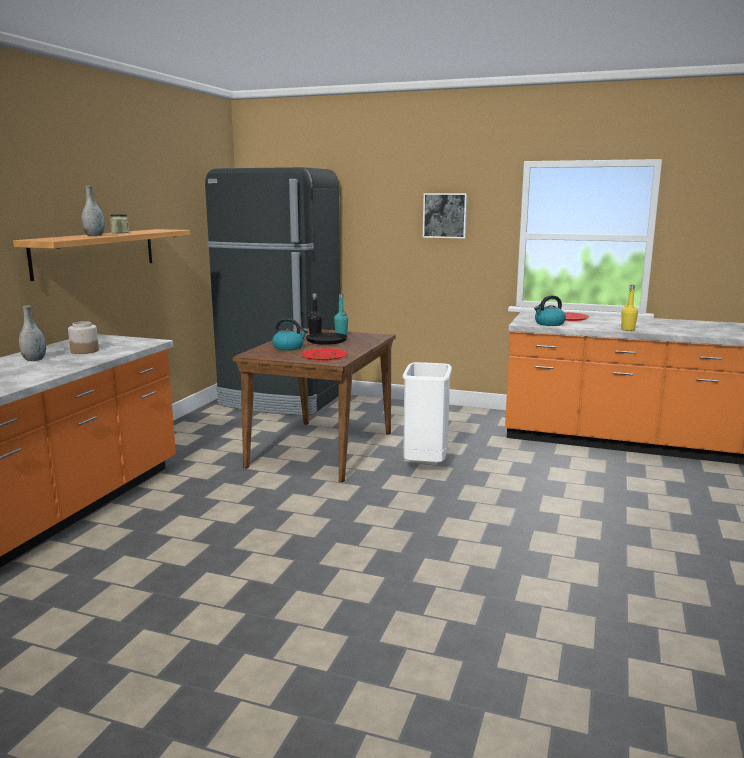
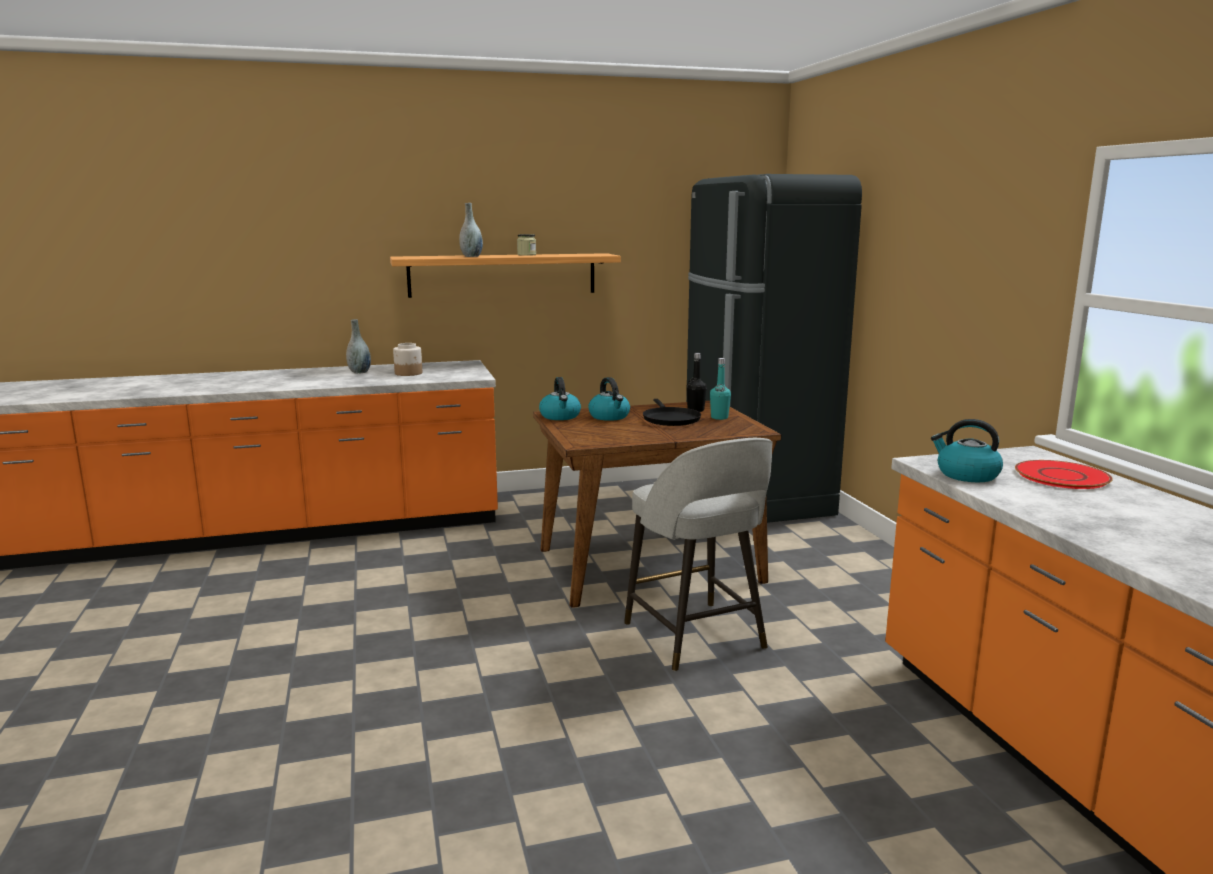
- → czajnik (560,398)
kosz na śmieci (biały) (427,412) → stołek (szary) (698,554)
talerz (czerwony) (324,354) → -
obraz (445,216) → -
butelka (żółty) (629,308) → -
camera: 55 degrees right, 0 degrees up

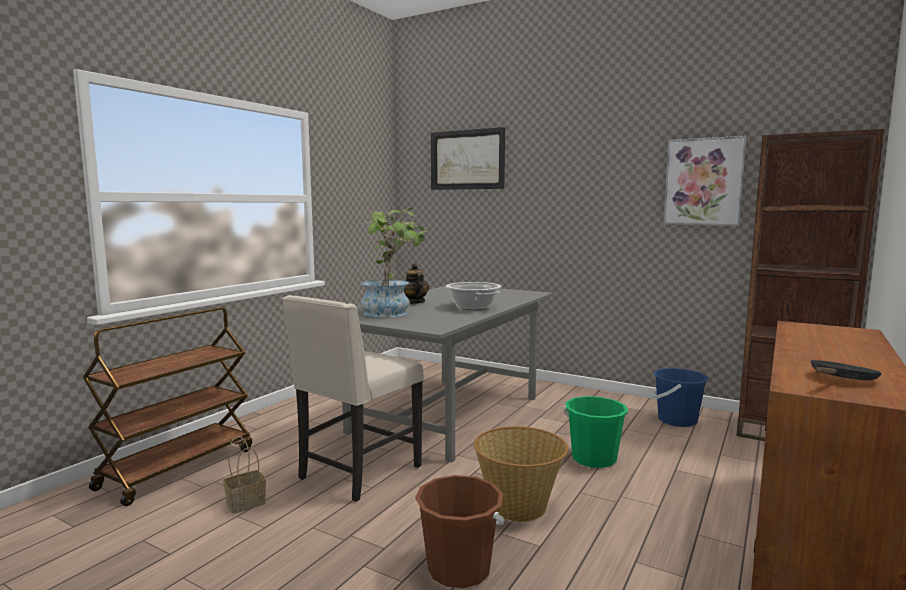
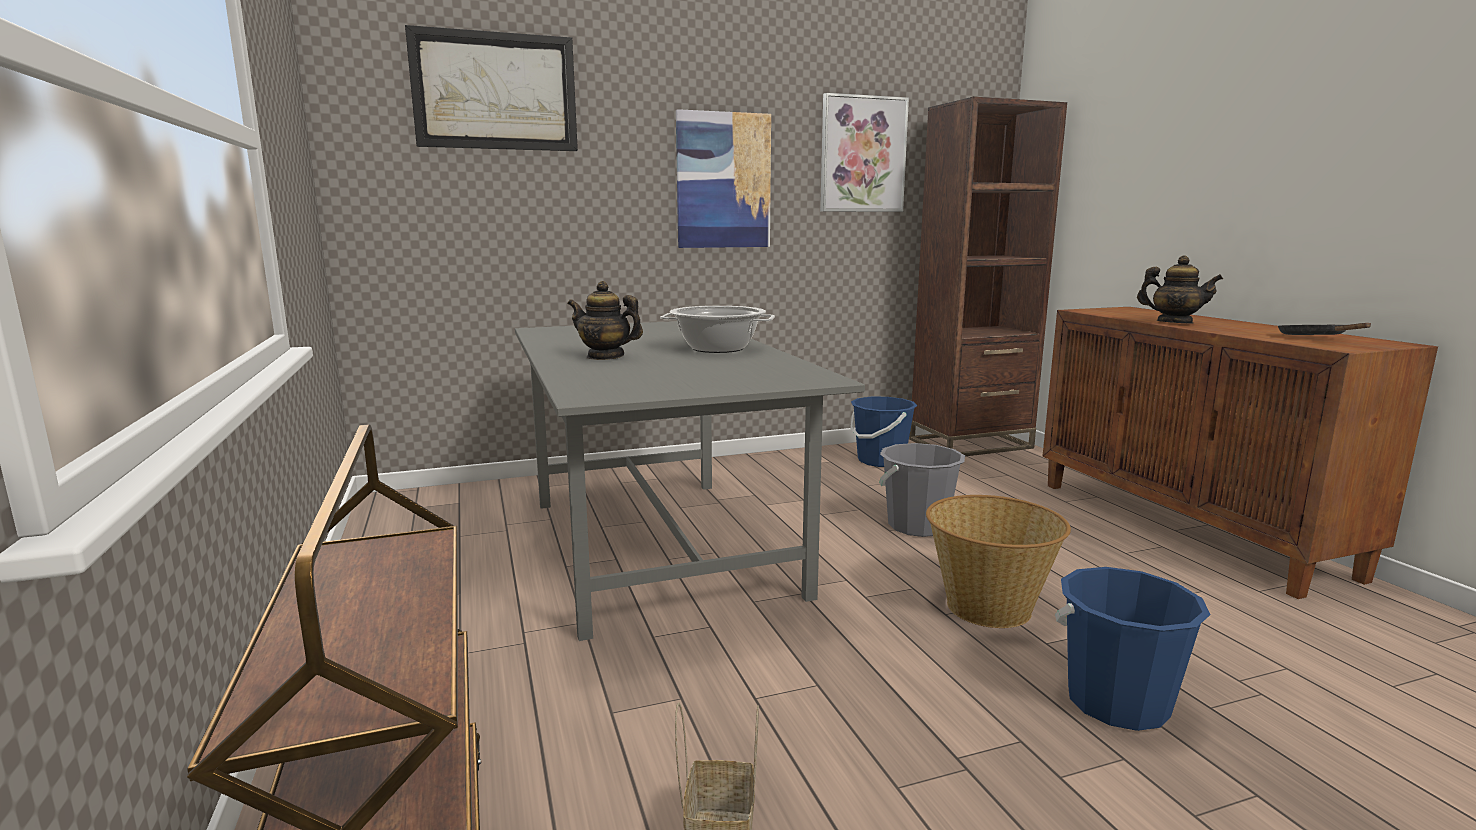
- → obraz (723,178)
wiadro (zielony) (596,432) → wiadro (szary) (922,490)
wiadro (brązowy) (460,531) → wiadro (niebieski) (1132,649)
- → imbryk (1180,289)
krzesło (beżowy) (353,398) → -
roślina doniczkowa (395,262) → -
camera: 50 degrees left, 5 degrees up

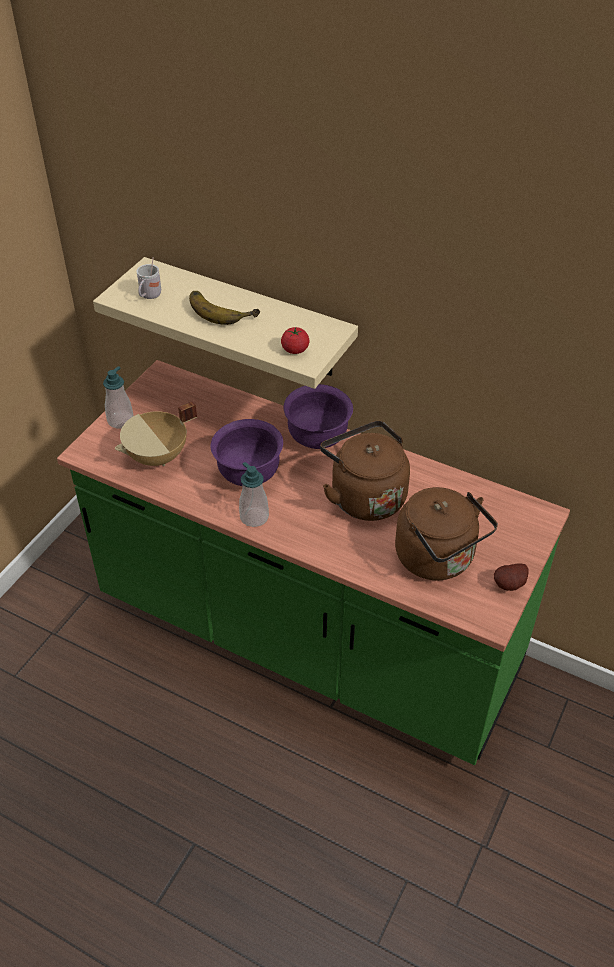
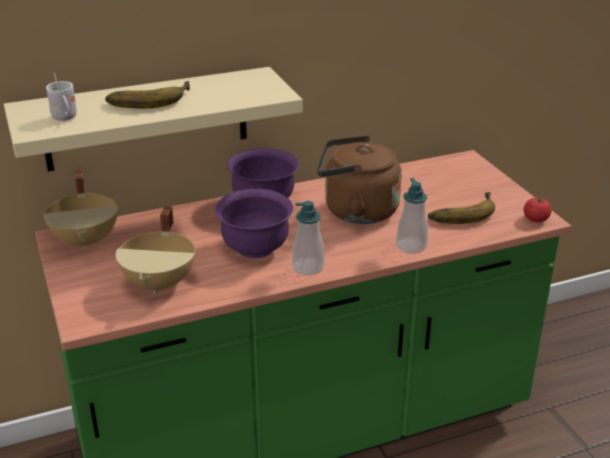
- → garnek (beżowy) (80,210)
dozownik mydła (118,397) → dozownik mydła (412,216), moved
czajnik (brązowy) (446,533) → banan (461,208)
pomidor (295,340) → pomidor (538,210), moved
ziemniak (511,577) → -
camera: 50 degrees left, 15 degrees down

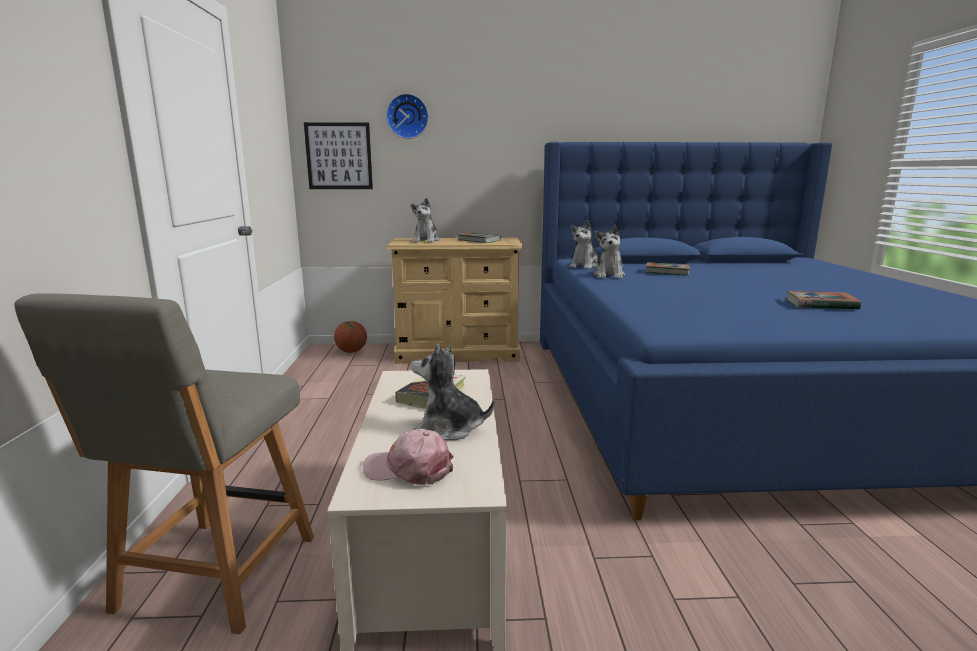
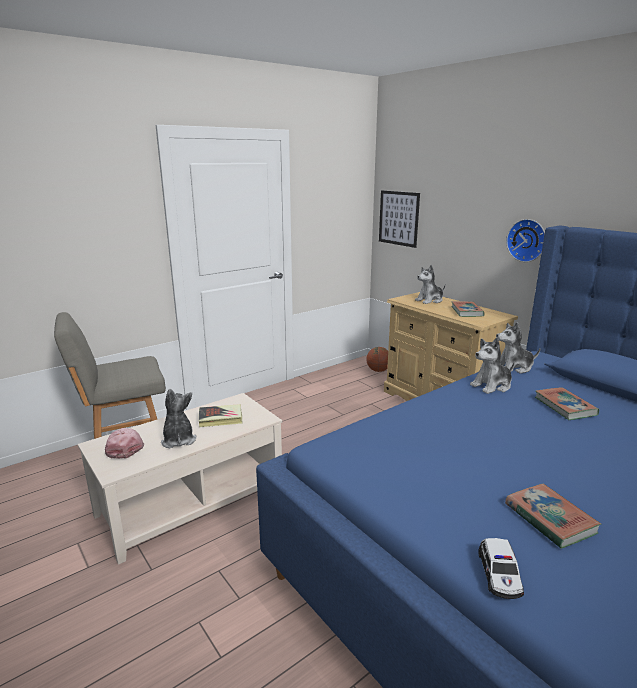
- → samochodzik (501,568)
zegar ścienny (407,116) → zegar ścienny (525,240), moved
camera: 55 degrees right, 5 degrees up

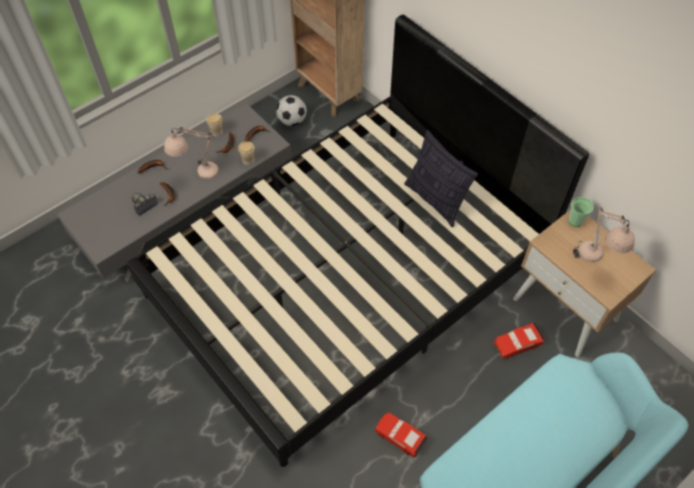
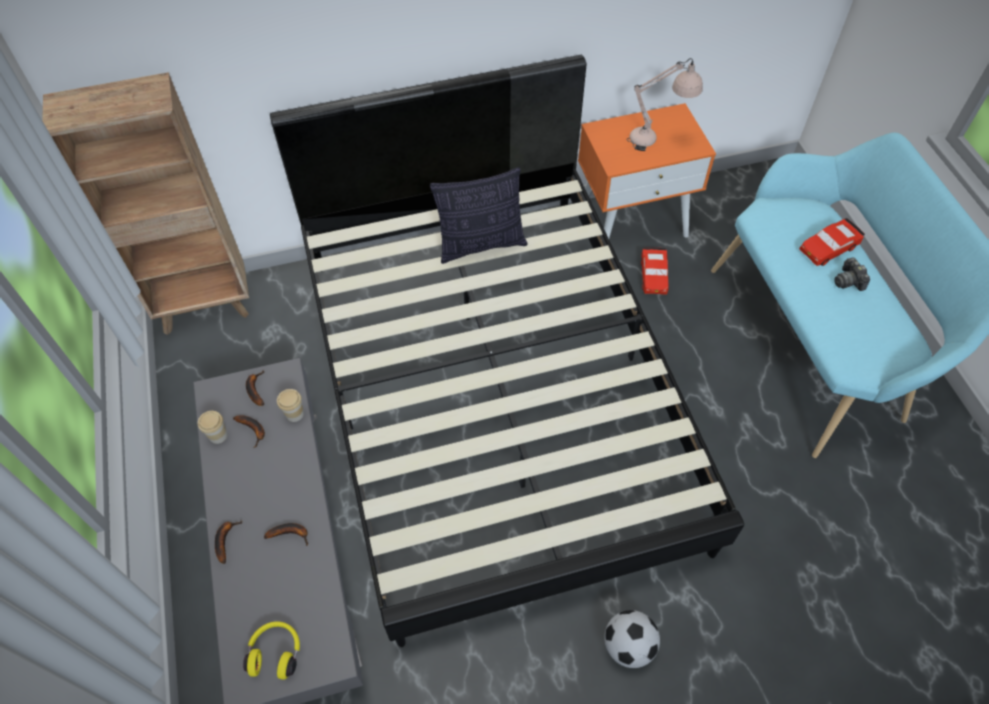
- → słuchawki (żółty) (271,651)
szafka nocna (beżowy) (584,283) → szafka nocna (pomarańczowy) (647,171)
piłka futbolowa (291,110) → piłka futbolowa (632,639), moved
samochodzik (czerwony) (401,435) → samochodzik (czerwony) (832,242), moved
aparat fotograficzny (145,204) → aparat fotograficzny (852,274), moved
lampa stołowa (beżowy) (191,153) → -
filiżanka (581,212) → -
camera: 65 degrees left, 0 degrees up

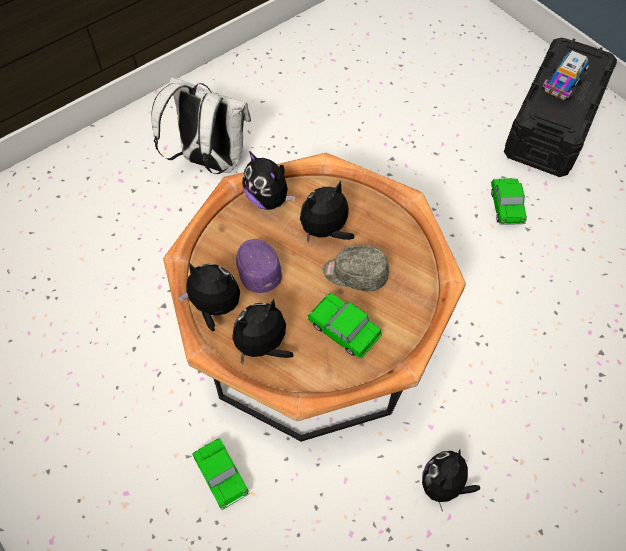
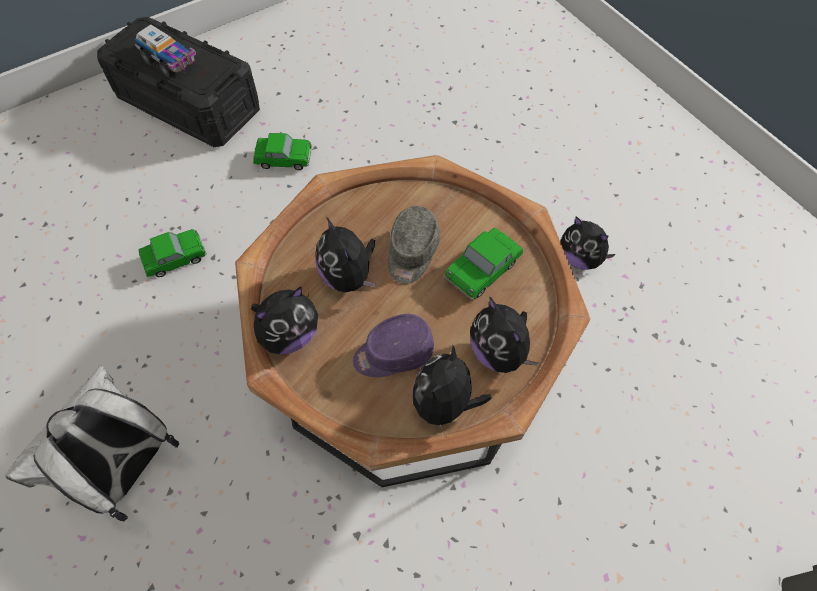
samochodzik (220,474) → samochodzik (173,253), moved
camera: 85 degrees left, 0 degrees up

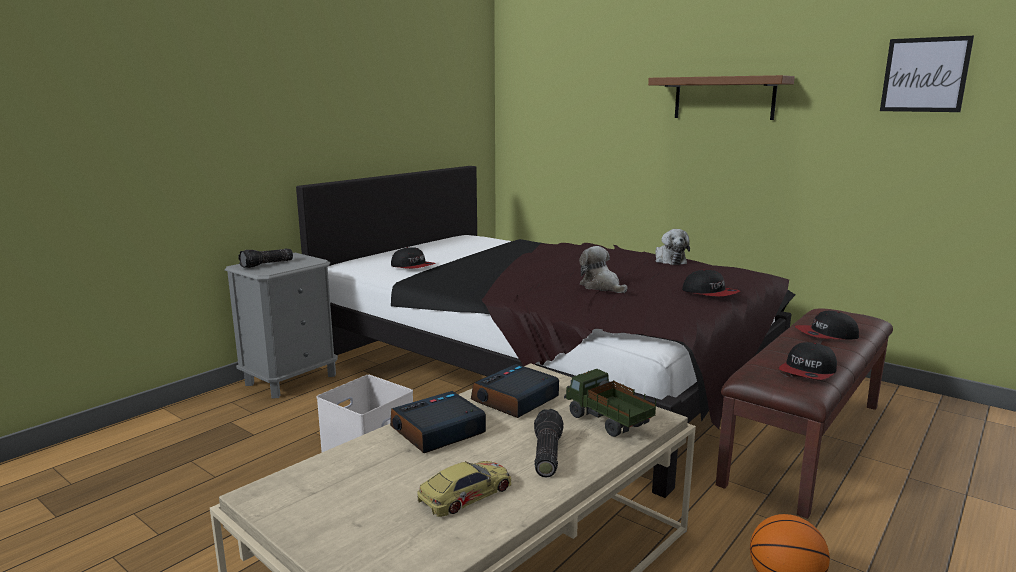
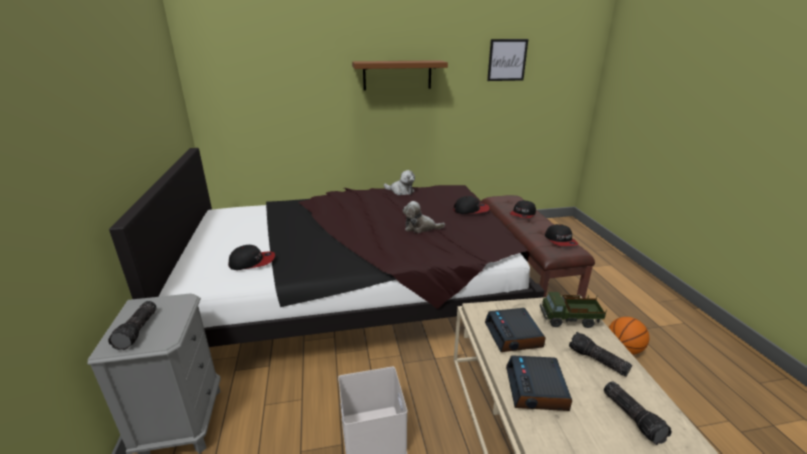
samochodzik (464,489) → latarka (638,413)
camera: 50 degrees left, 10 degrees up

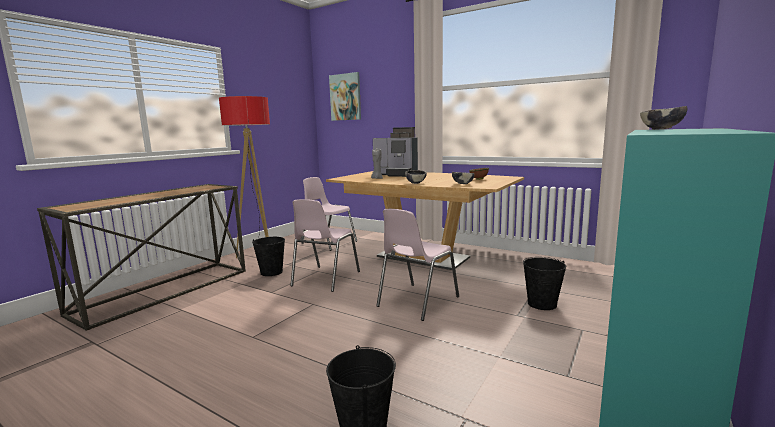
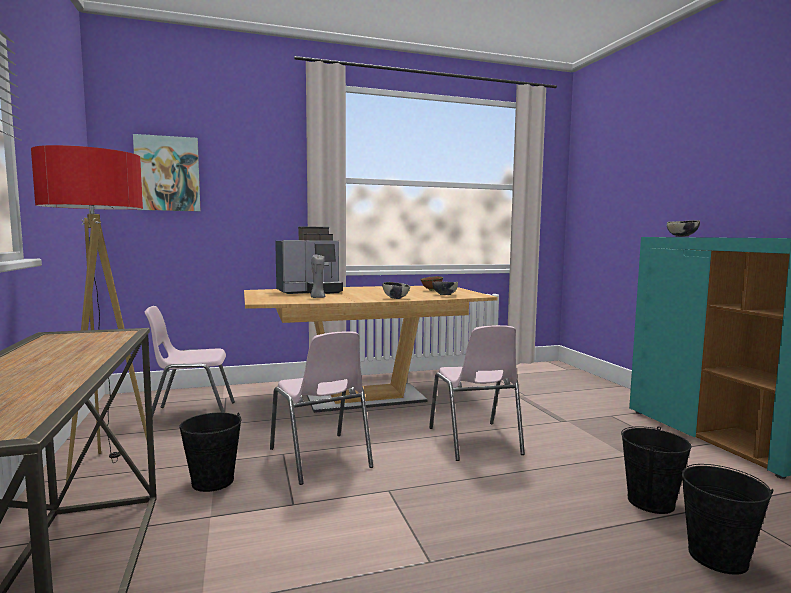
wiadro (czarny) (544,283) → wiadro (czarny) (656,470), moved
camera: 50 degrees left, 5 degrees down

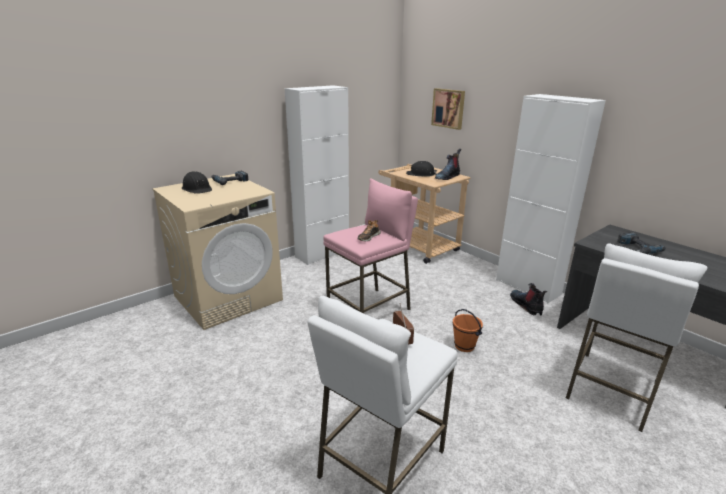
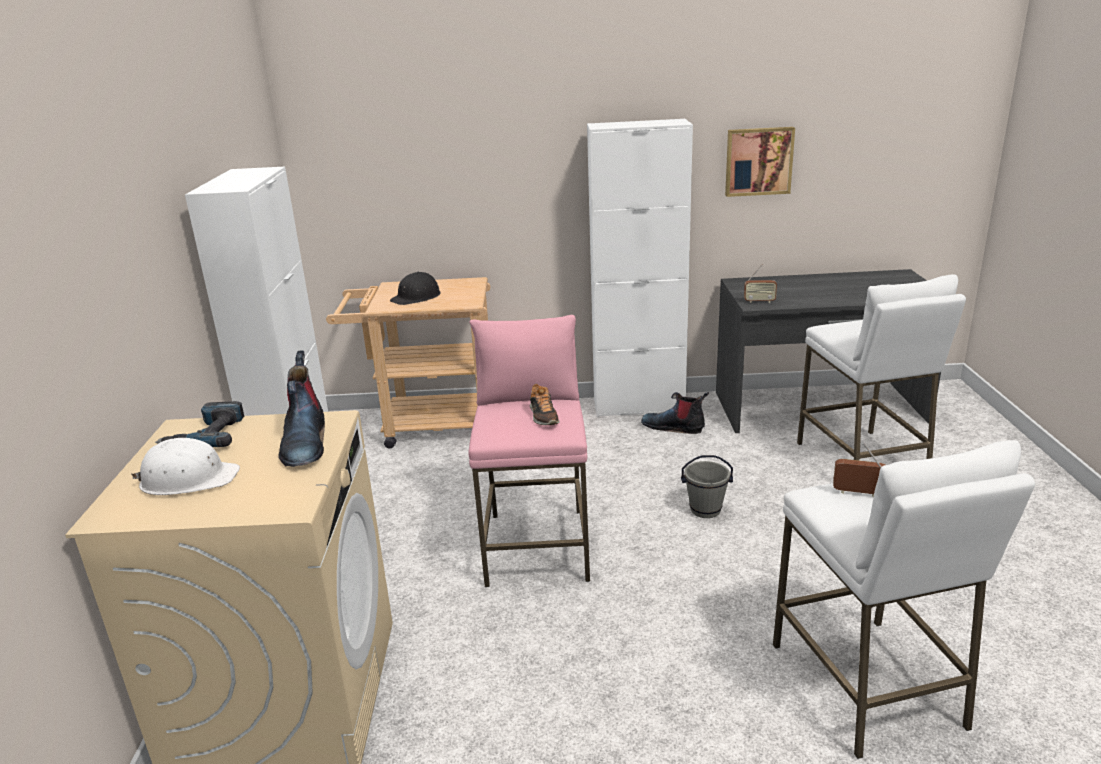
kask (czarny) (197,182) → kask (biały) (186,466)
but z cholewką (448,164) → but z cholewką (301,408), moved
wiadro (pomarańczowy) (468,330) → wiadro (szary) (707,486)
obraz (448,109) → obraz (760,162), moved
- → radio (760,284)
wiertarka (641,243) → -
camera: 50 degrees left, 0 degrees up

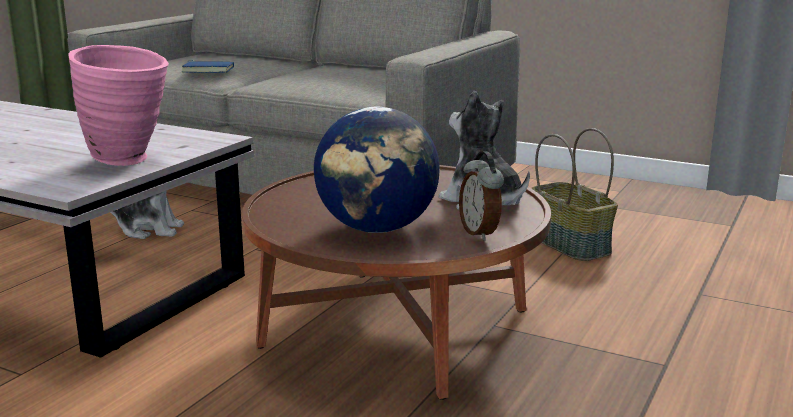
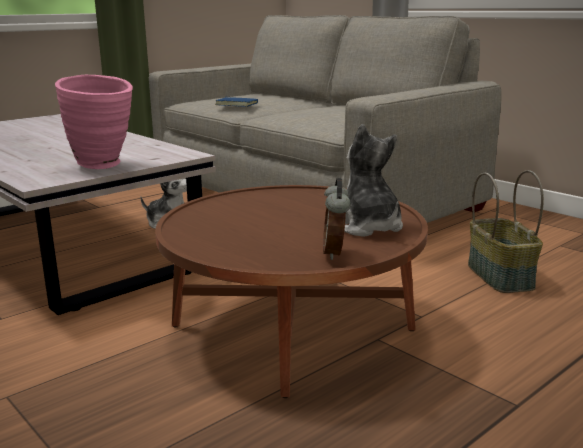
globus (377,170) → -
camera: 20 degrees right, 0 degrees up

